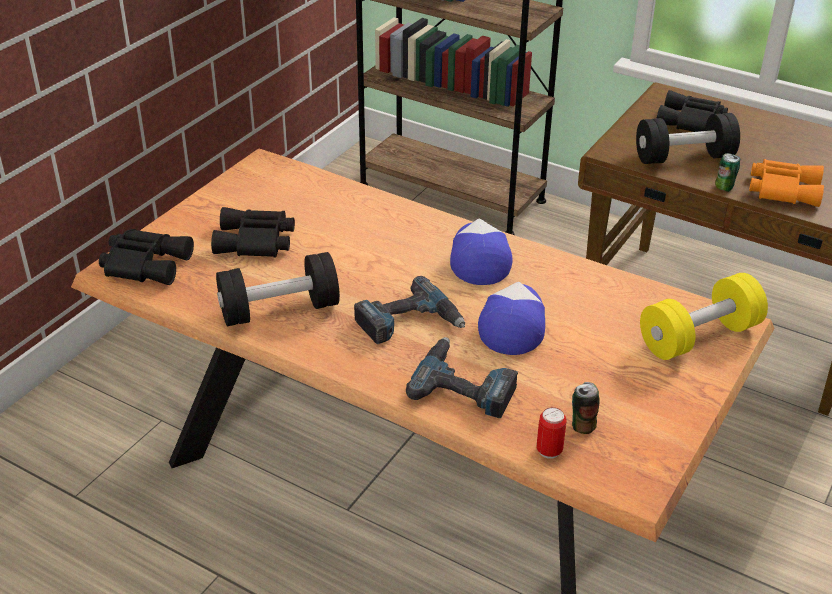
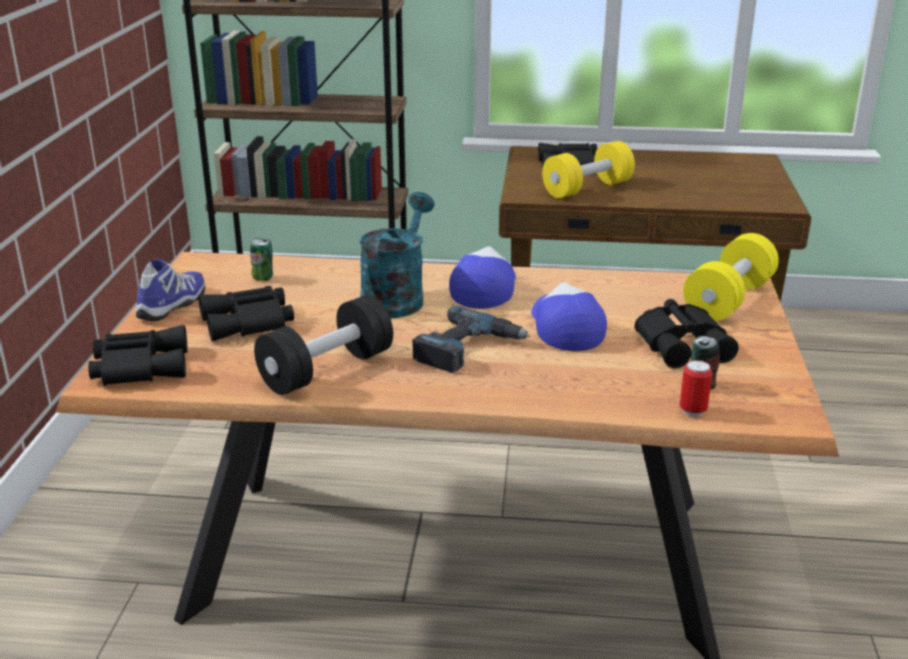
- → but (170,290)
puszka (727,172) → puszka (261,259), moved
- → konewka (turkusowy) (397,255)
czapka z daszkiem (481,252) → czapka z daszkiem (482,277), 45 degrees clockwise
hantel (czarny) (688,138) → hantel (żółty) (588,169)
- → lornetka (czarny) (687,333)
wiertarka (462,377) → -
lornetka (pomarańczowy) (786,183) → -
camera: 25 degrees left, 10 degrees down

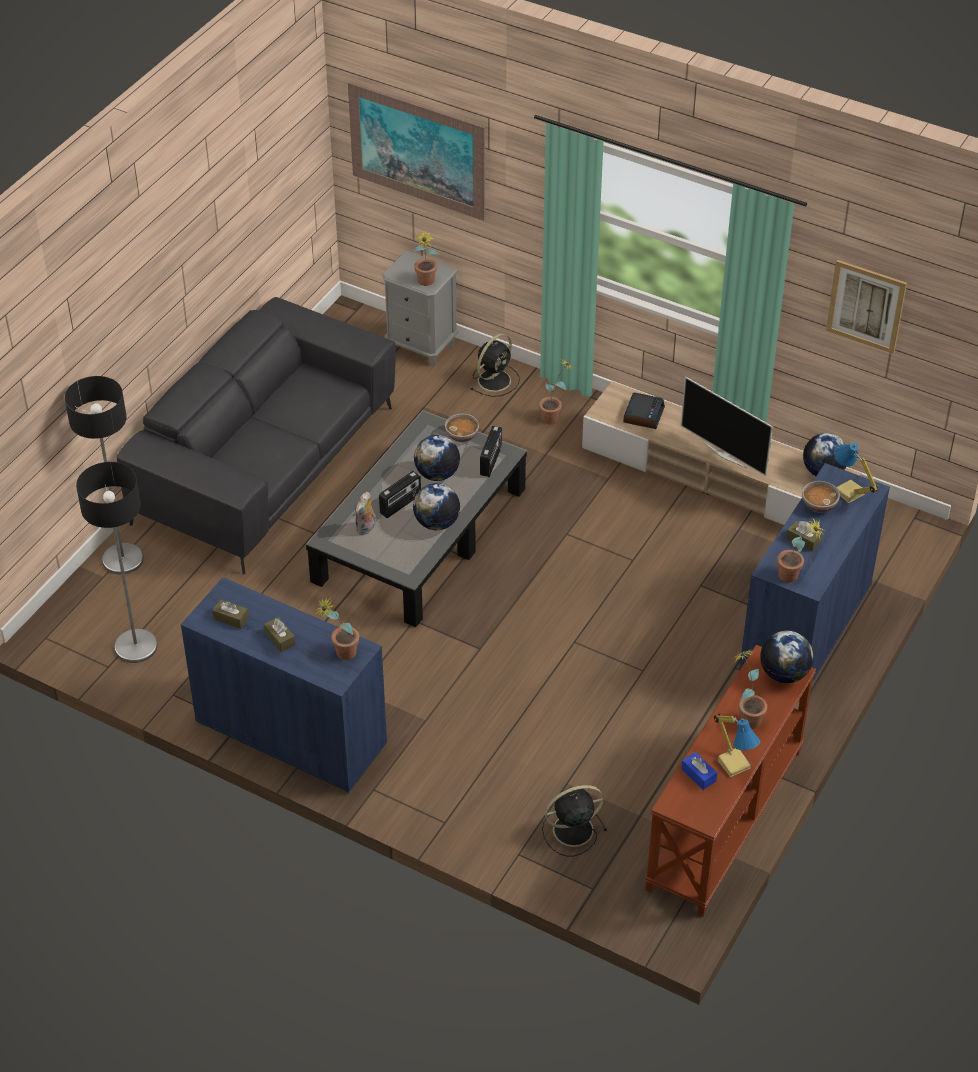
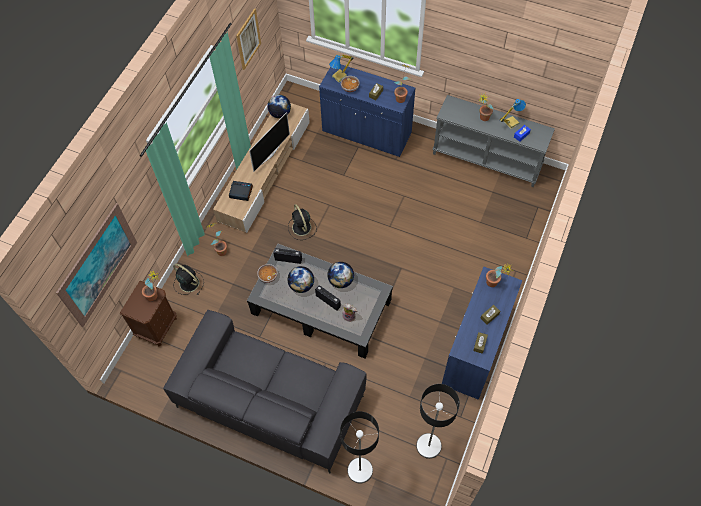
szafka nocna (szary) (420,308) → szafka nocna (brązowy) (148,313)
wentylator (czarny) (574,820) → wentylator (czarny) (302,222), moved
stolik konsolowy (brązowy) (730,781) → stolik konsolowy (szary) (494,141)
globus (787,657) → -
camera: 95 degrees left, 15 degrees up

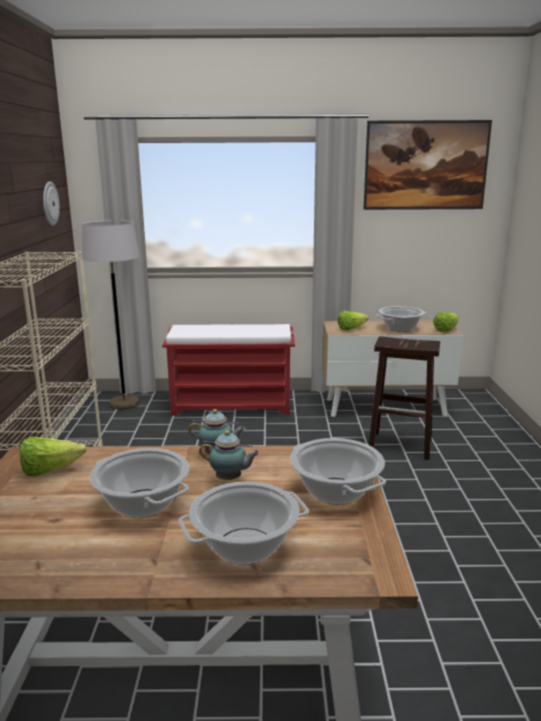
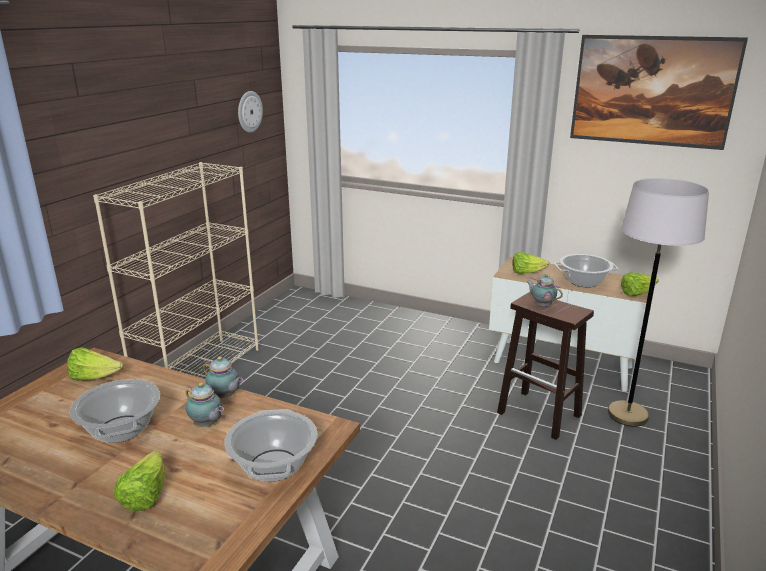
garnek (243,523) → sałata (139,480)
- → imbryk (544,290)
lampa stojąca (szary) (111,314) → lampa stojąca (szary) (658,302), moved
ławka (czerwony) (228,370) → -
camera: 25 degrees right, 5 degrees up

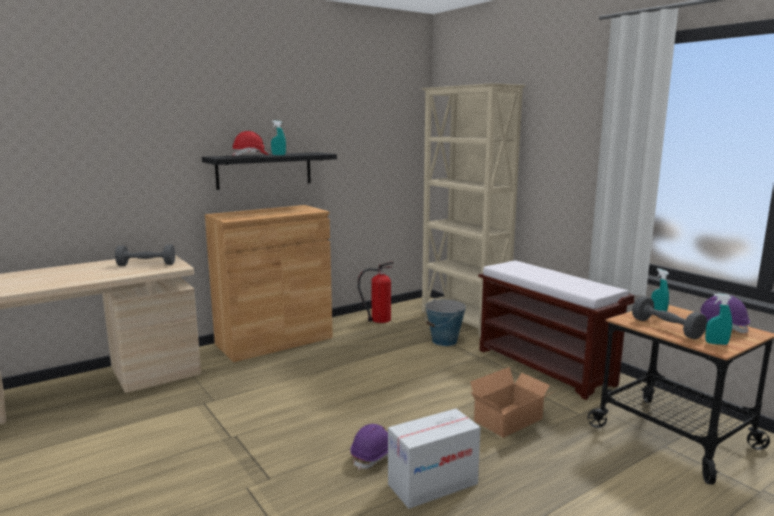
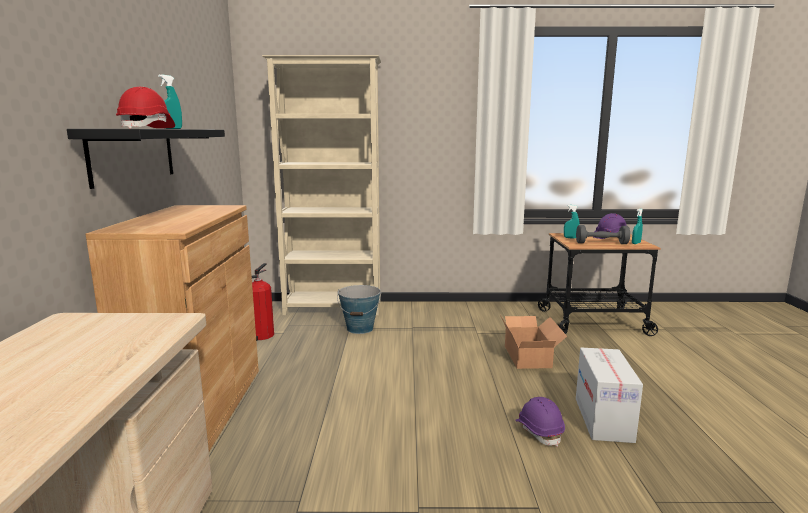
hantel (szary) (145,255) → -
ławka (brązowy) (556,330) → -
camera: 55 degrees left, 0 degrees up

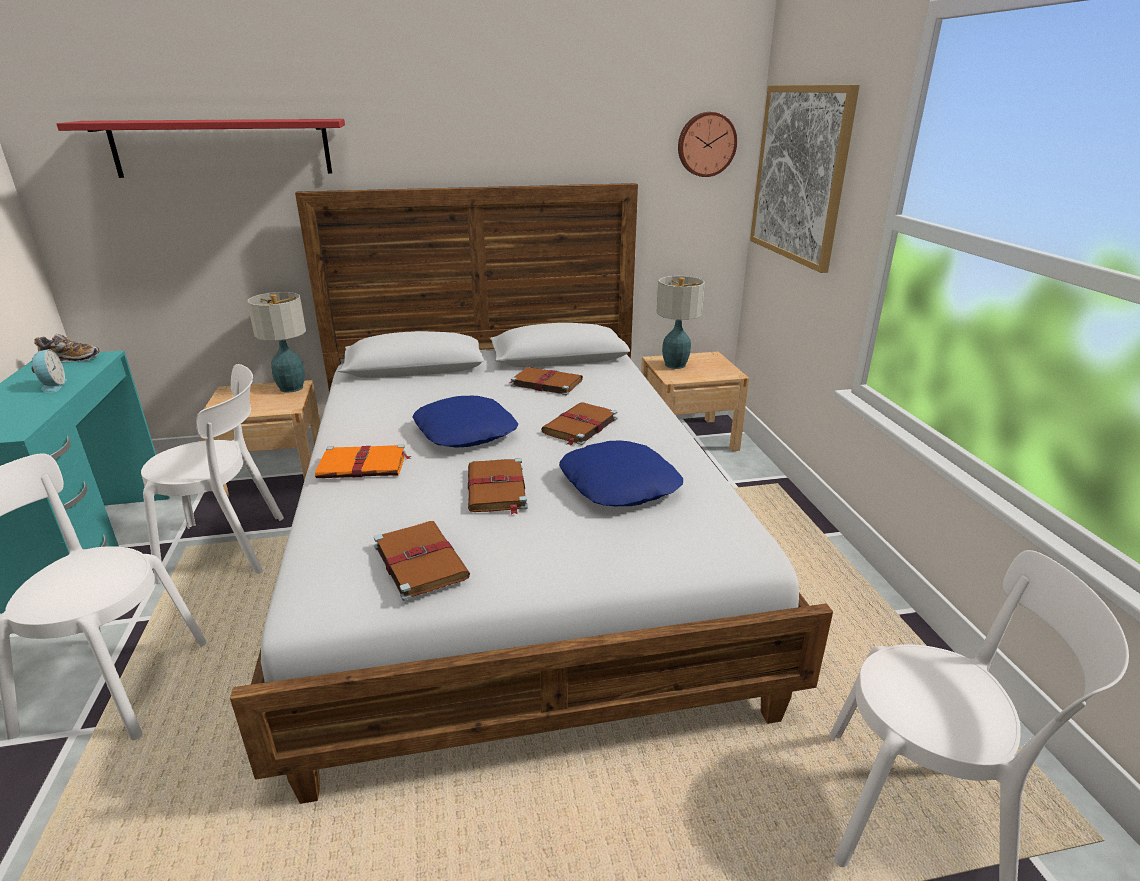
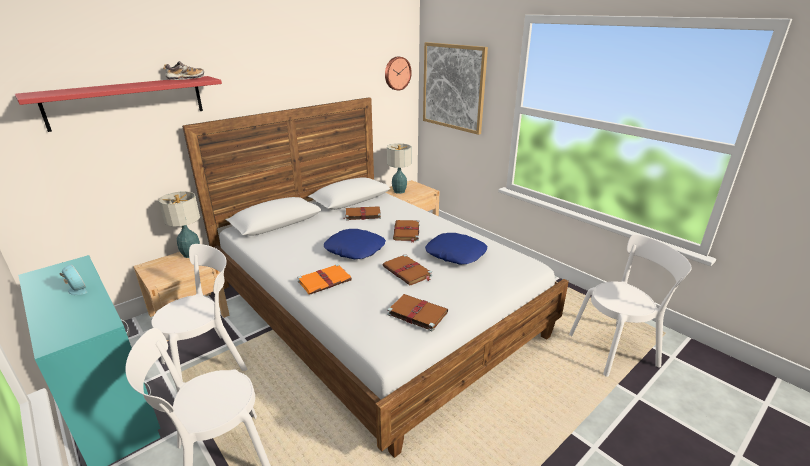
but (67,348) → but (183,70), moved
camera: 30 degrees left, 0 degrees up

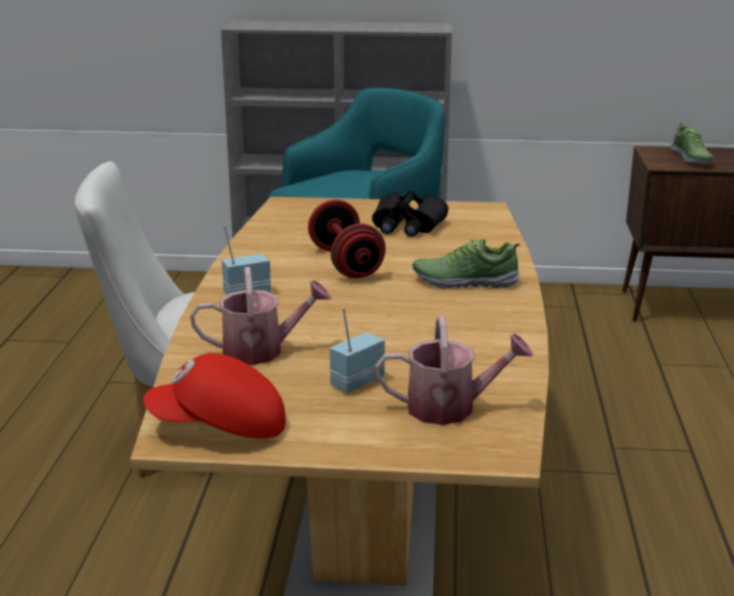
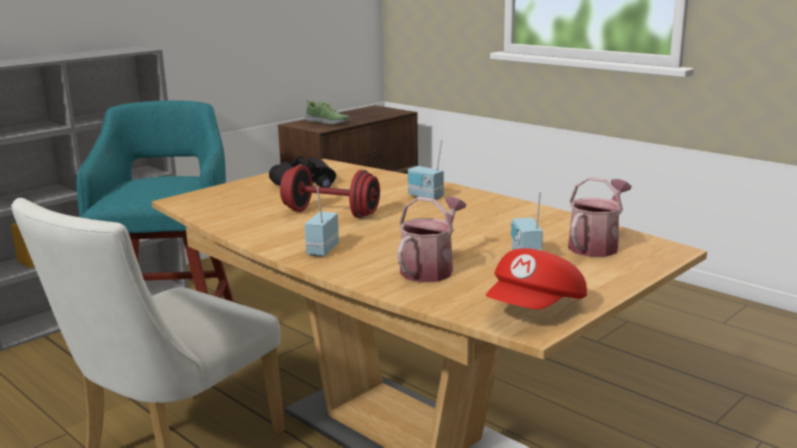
but (466,264) → radio (426,170)
camera: 50 degrees left, 5 degrees down

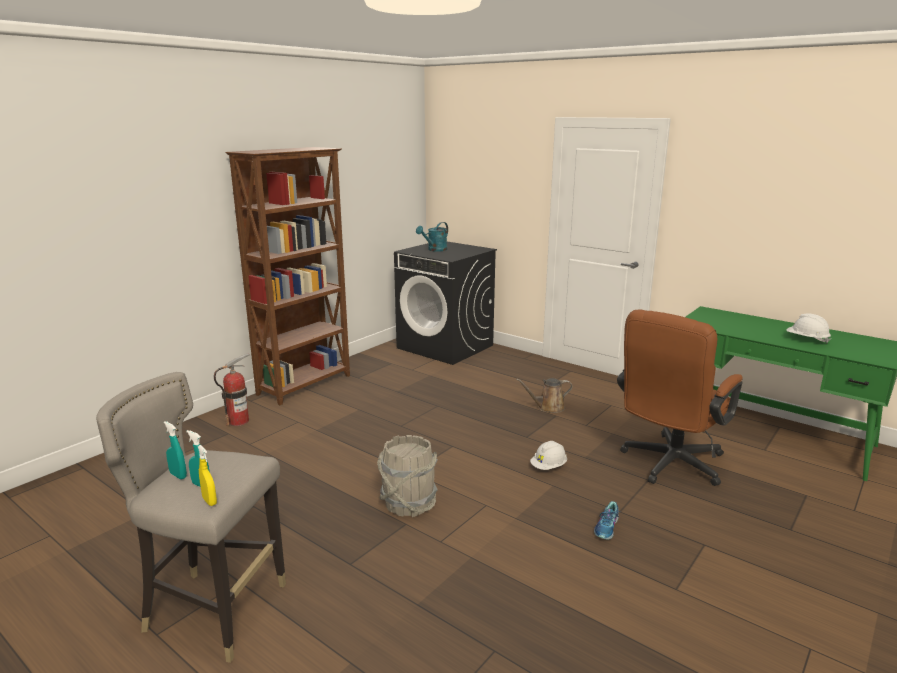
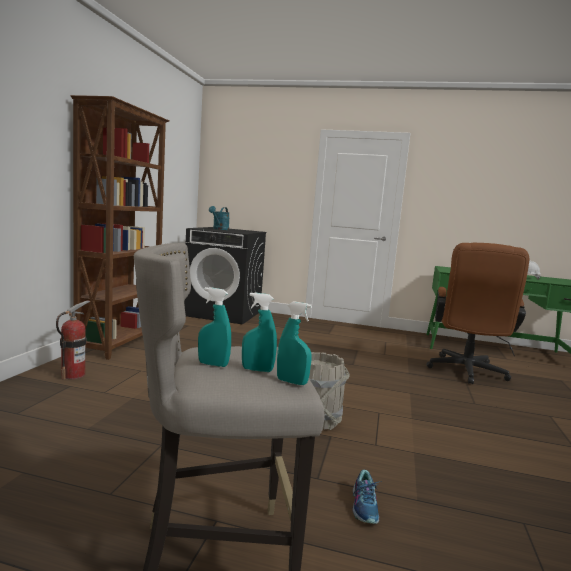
spryskiwacz (żółty) (207,475) → spryskiwacz (turkusowy) (294,343)
but (607,520) → but (366,497), moved
konewka (brązowy) (544,395) → -
kask (biały) (548,455) → -
camera: 25 degrees left, 10 degrees down

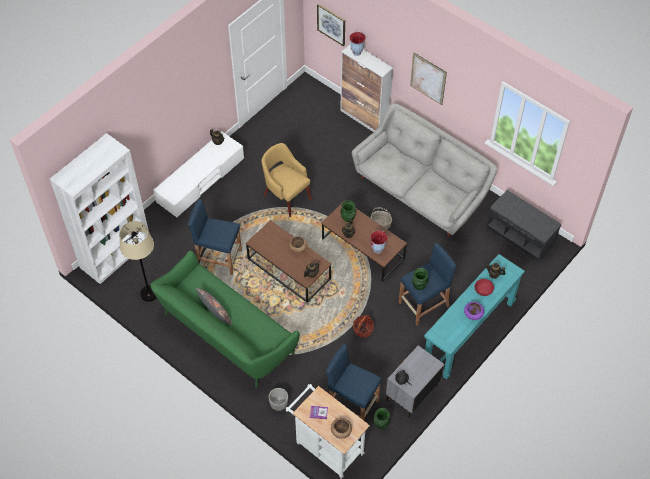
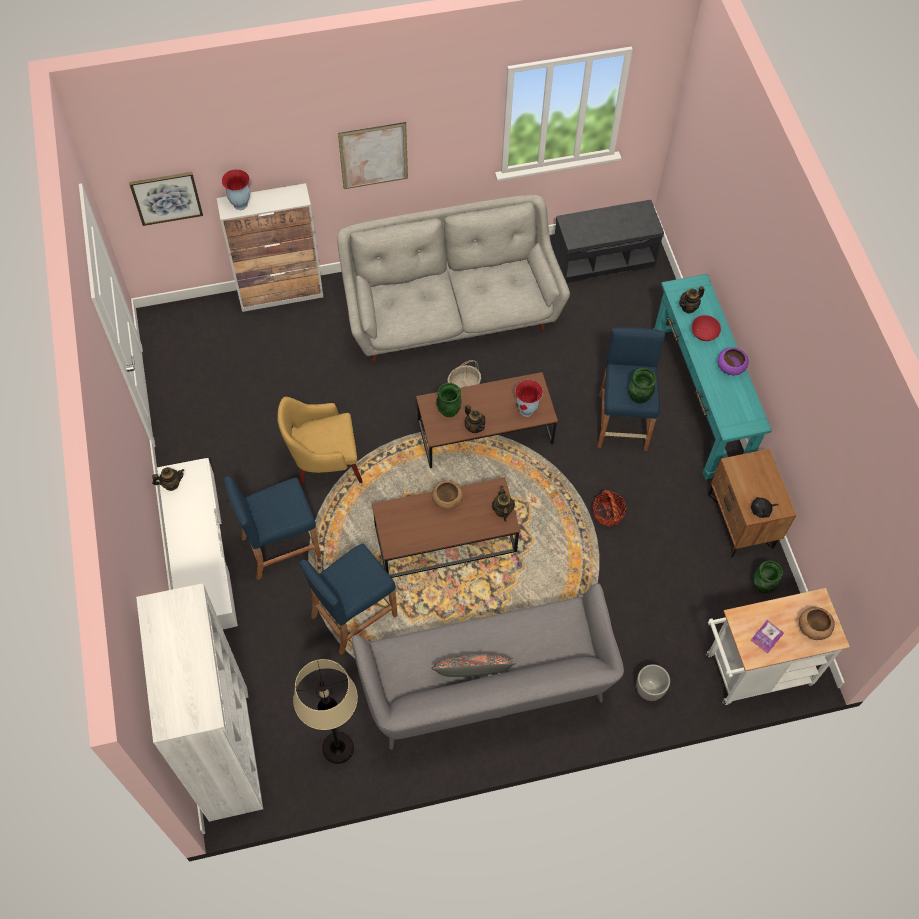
stołek (niebieski) (353,382) → stołek (niebieski) (272,528), moved
kanapa (zielony) (225,319) → kanapa (szary) (488,667)
szafka nocna (szary) (415,381) → szafka nocna (brązowy) (752,503)
camera: 55 degrees left, 5 degrees up

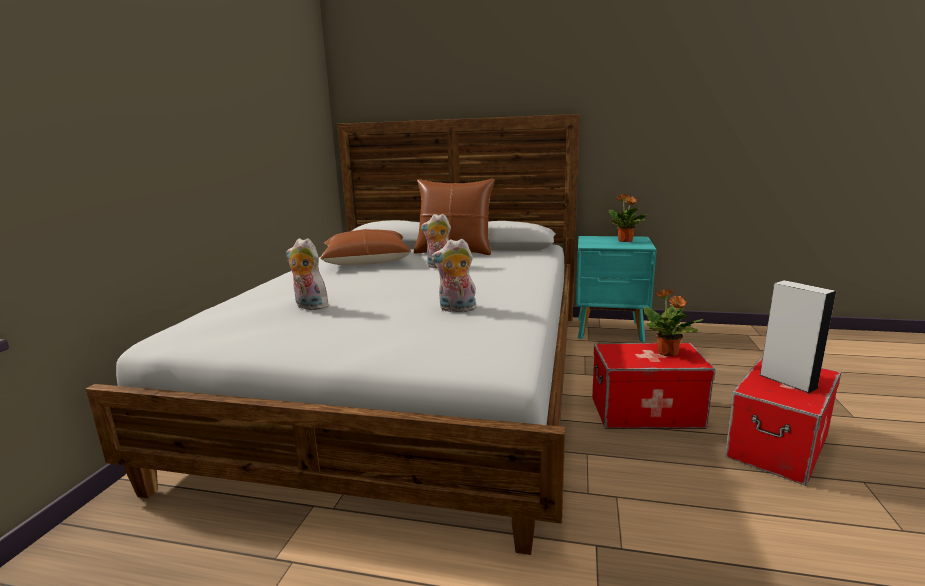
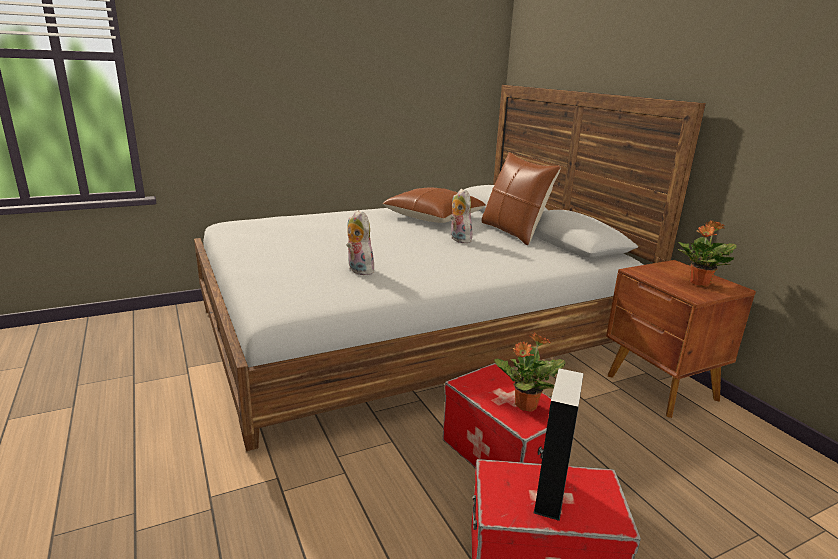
szafka nocna (turkusowy) (616,289) → szafka nocna (brązowy) (681,339)
pluszak (308,274) → -
camera: 50 degrees right, 5 degrees up

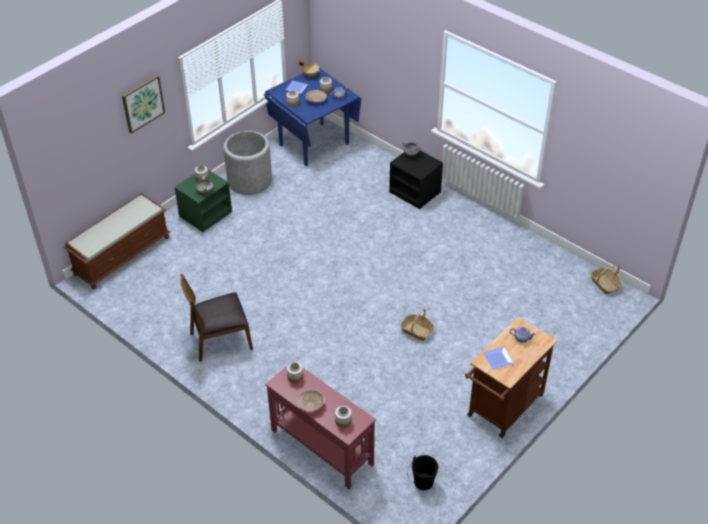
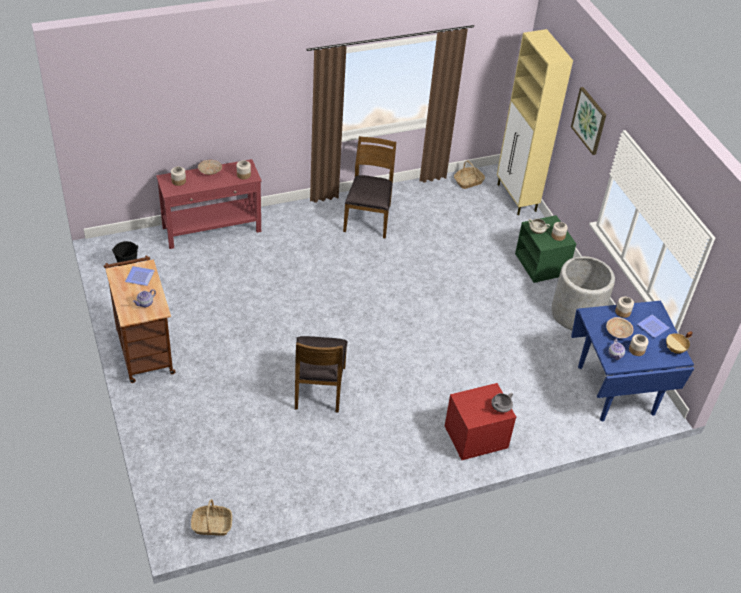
- → krzesło (brązowy) (321,374)
szafka nocna (czarny) (416,179) → szafka nocna (czerwony) (480,421)
koszyk (417,325) → koszyk (469,175), moved
ławka (brązowy) (117,241) → szafka (beżowy) (535,122)
camera: 115 degrees right, 0 degrees up

